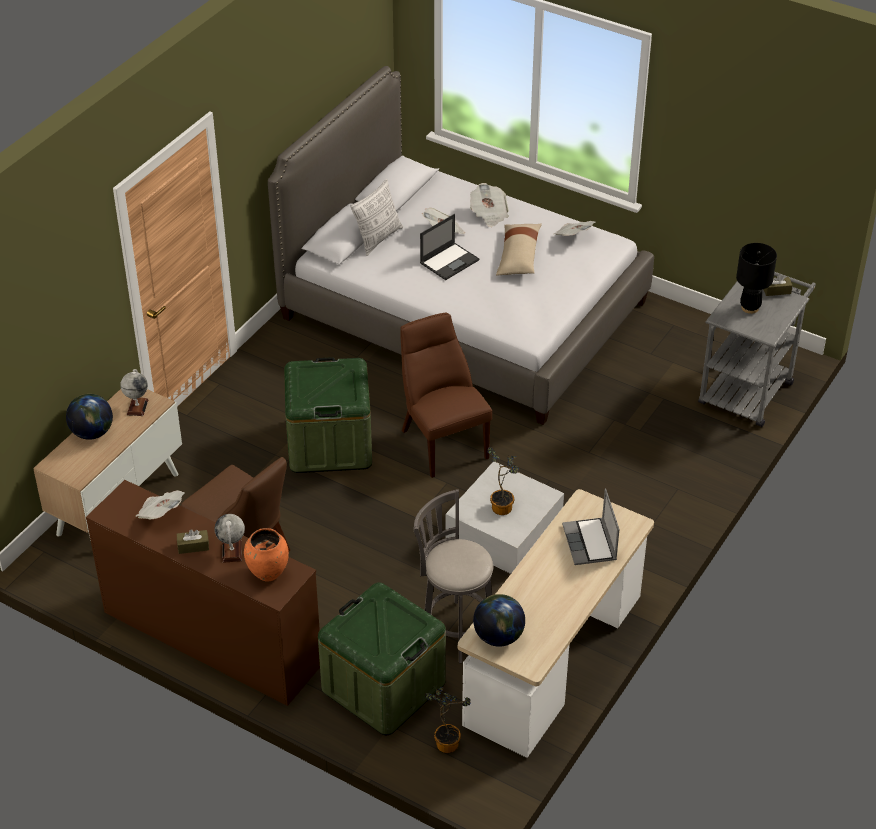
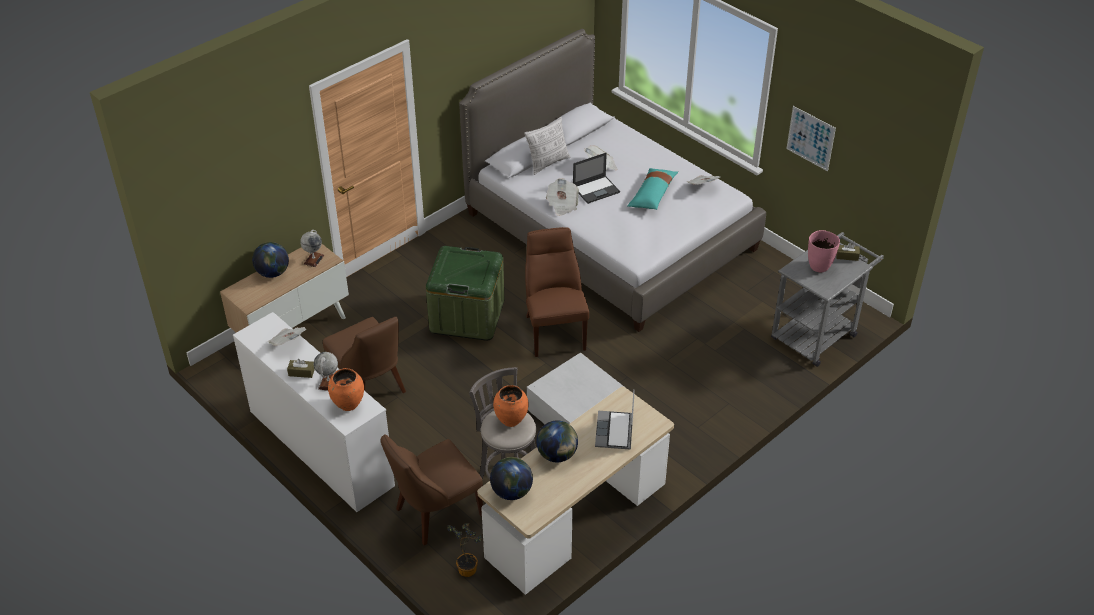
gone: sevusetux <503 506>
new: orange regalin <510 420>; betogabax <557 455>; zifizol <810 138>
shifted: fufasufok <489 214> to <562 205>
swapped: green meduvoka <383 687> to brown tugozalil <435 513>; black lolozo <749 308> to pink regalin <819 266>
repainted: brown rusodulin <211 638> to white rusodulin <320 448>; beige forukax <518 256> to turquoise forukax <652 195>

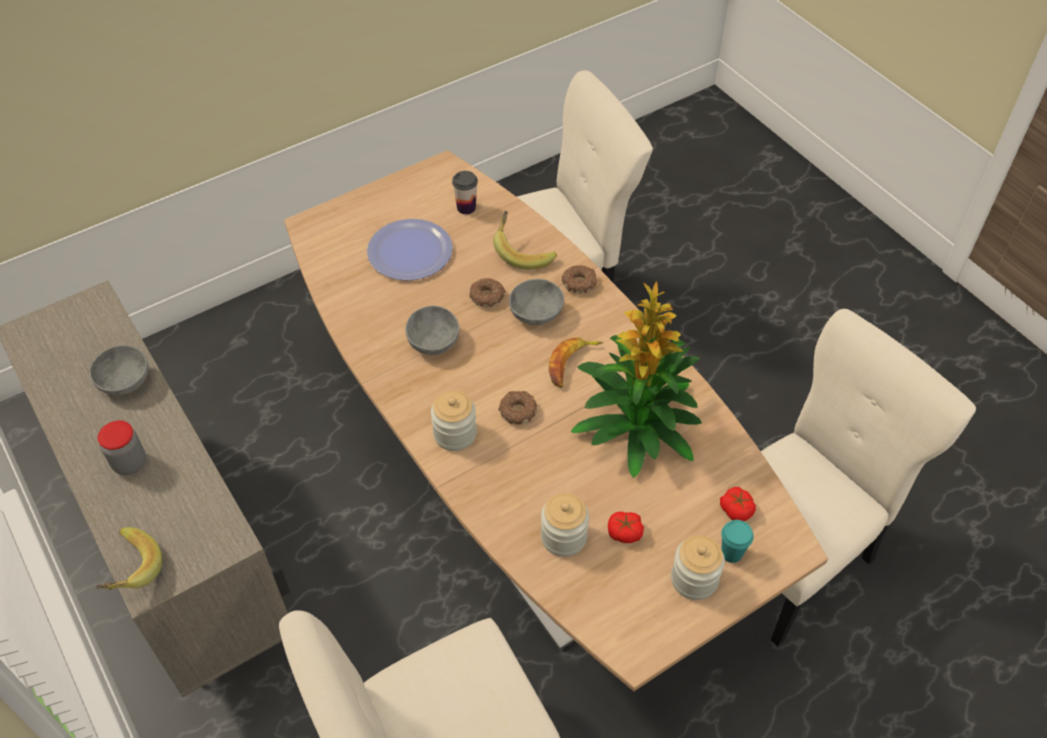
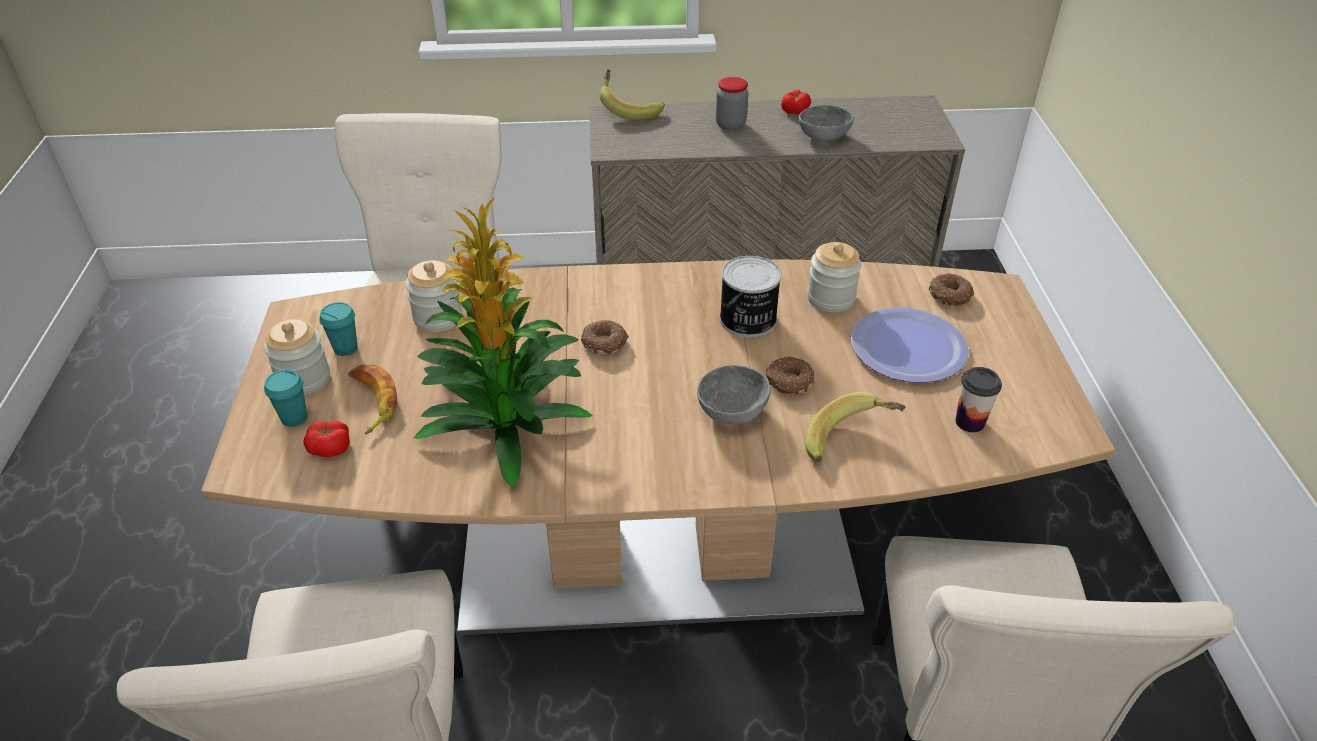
new: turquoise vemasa <345 348>
shifted: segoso <455 434> to <831 298>; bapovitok <572 364> to <371 402>; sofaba <580 283> to <949 296>; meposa <625 532> to <795 110>
swapped: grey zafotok <434 341> to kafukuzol <748 320>

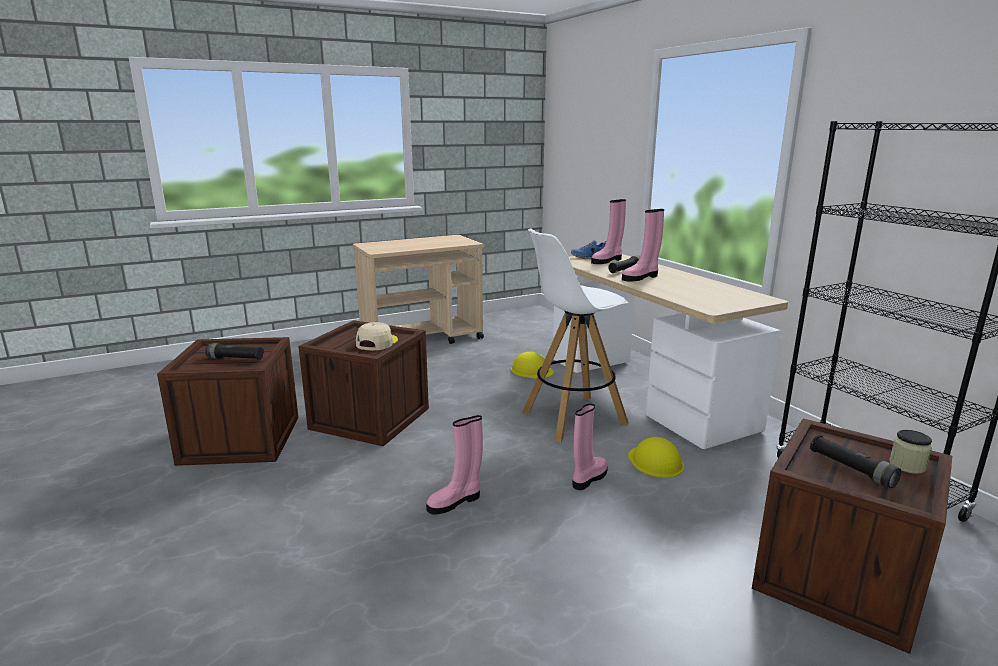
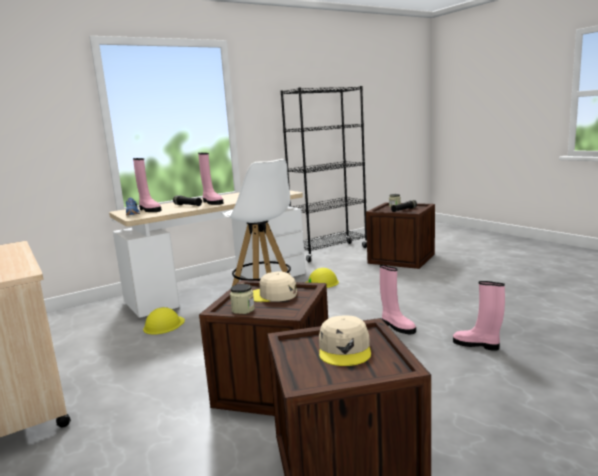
new: segoso <243 310>
shifted: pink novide <589 478> to <477 345>
swapped: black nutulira <235 359> to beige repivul <345 349>

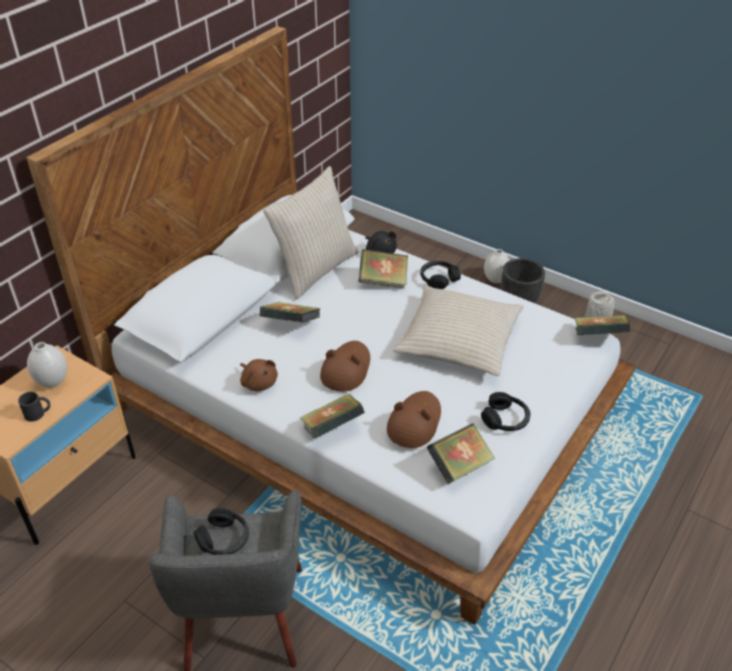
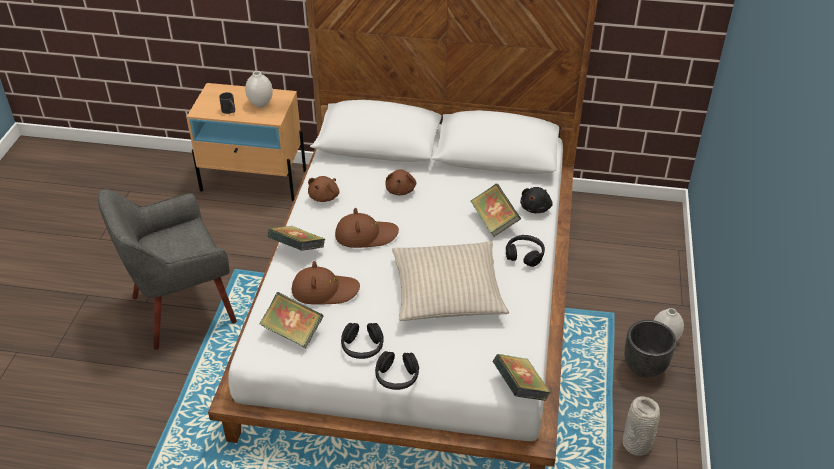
gone: beige forukax <315 269>
shifted: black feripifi <224 539> to <397 377>
swapped: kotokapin <291 325> to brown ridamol <401 190>

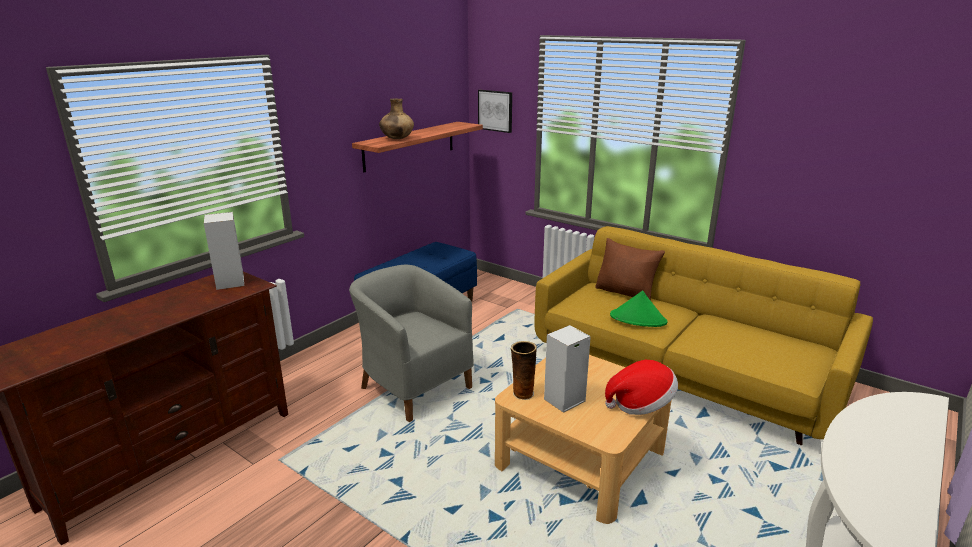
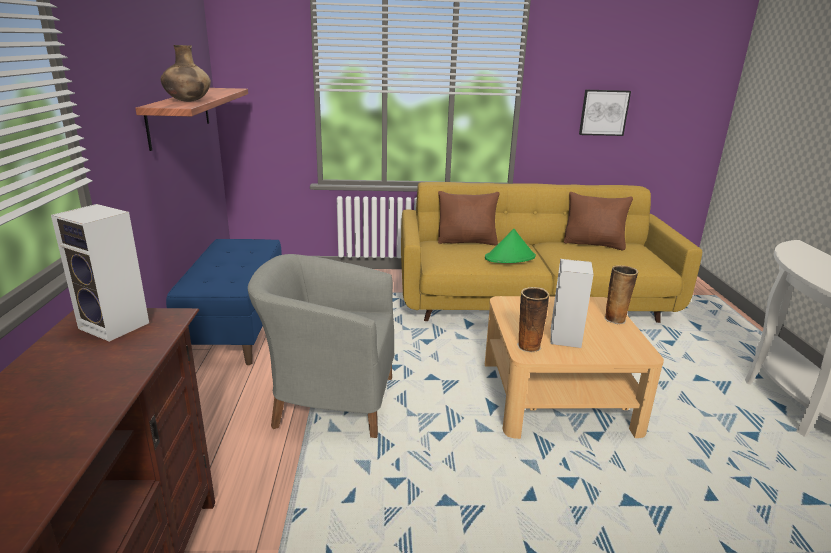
new: brown forukax <594 244>
shifted: zifizol <495 110> to <603 112>
swapped: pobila <641 404> to regalin <615 319>

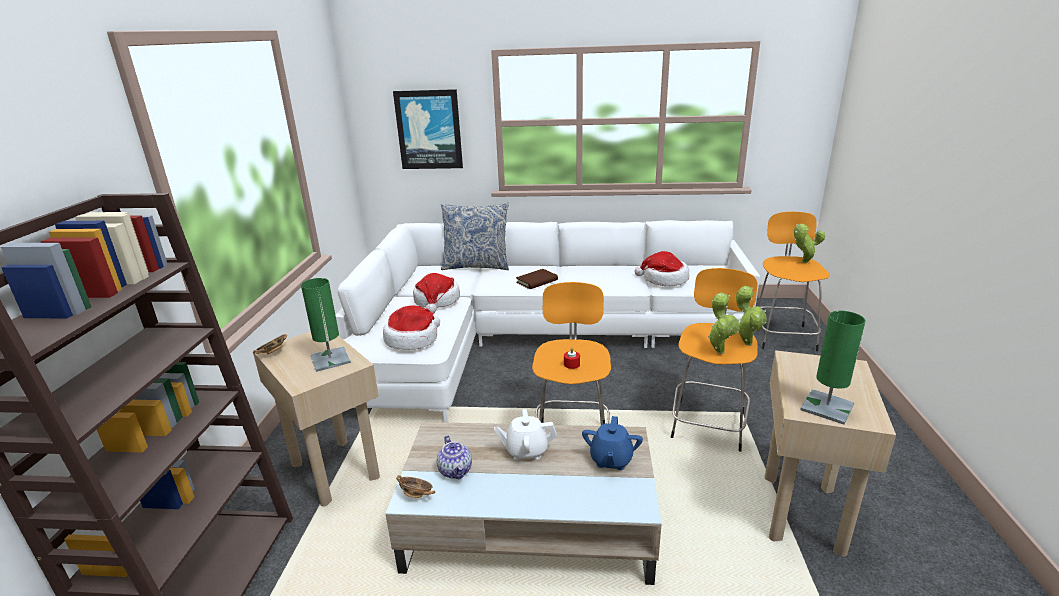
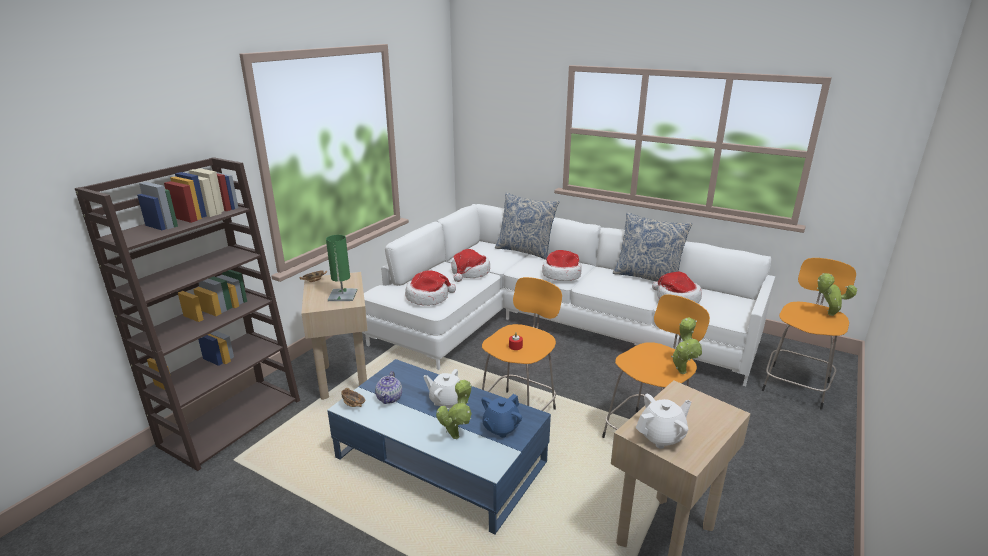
gone: zifizol <429 130>
new: forukax <647 277>
shifted: sevusetux <719 350> to <457 434>
swapped: brown kotokapin <537 281> to pobila <561 274>; green lolozo <827 407> to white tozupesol <661 436>
repainted: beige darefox <529 524> to blue darefox <440 460>

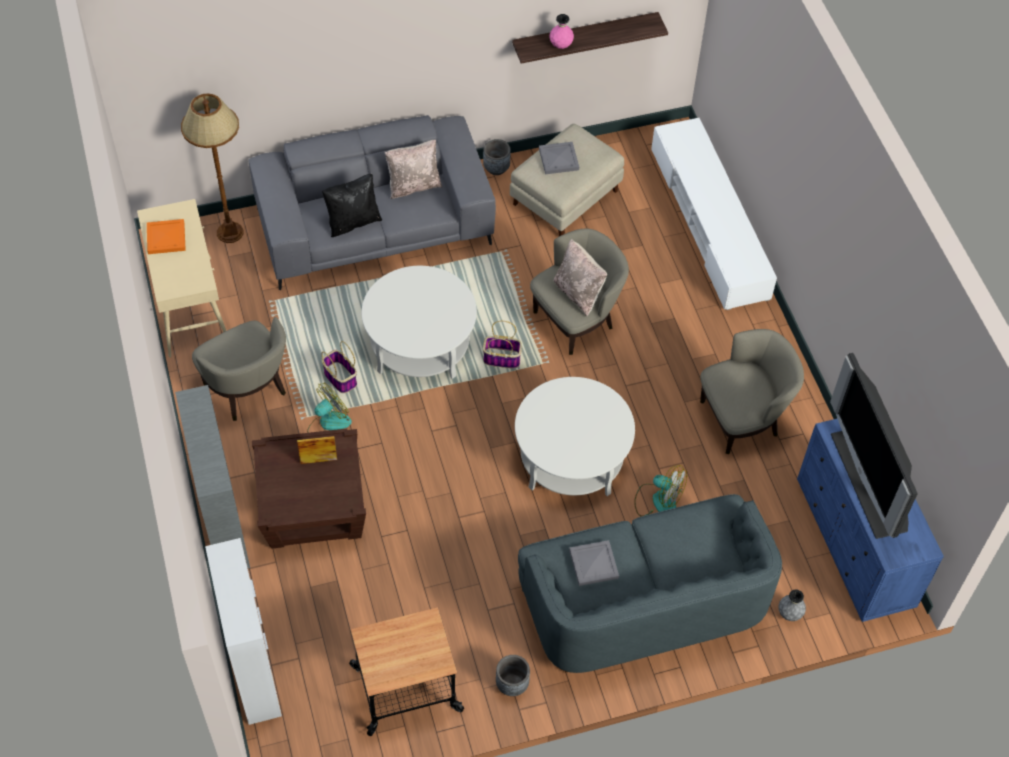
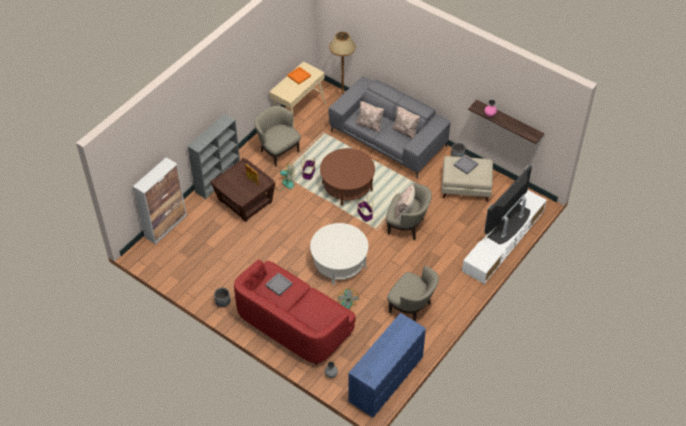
gone: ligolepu <406 689>
shifted: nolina <871 481> to <510 224>
repainted: black forukax <353 221> to beige forukax <369 125>; white darefox <420 344> to brown darefox <347 186>; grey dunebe <643 603> to red dunebe <293 323>
rotated: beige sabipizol <247 390> = <278 151> 120 degrees clockwise

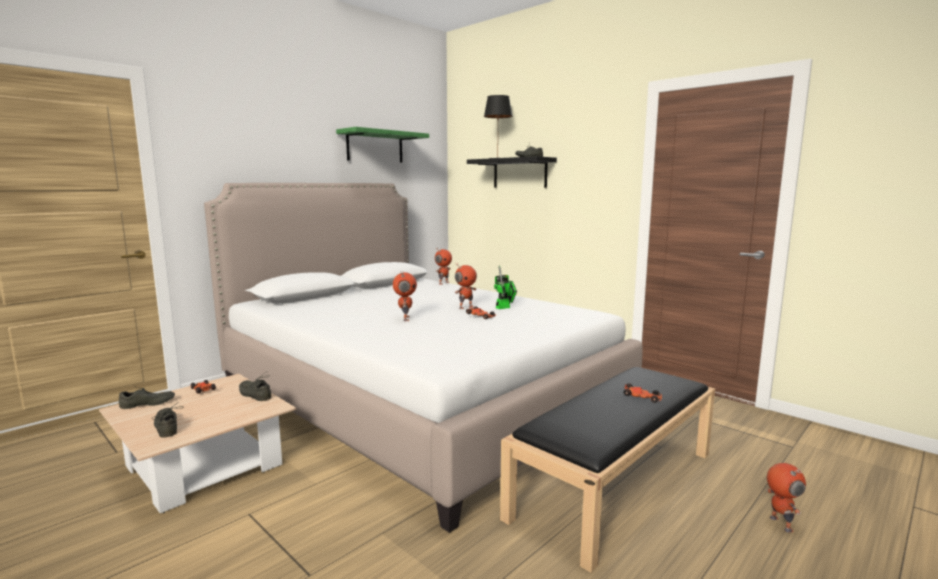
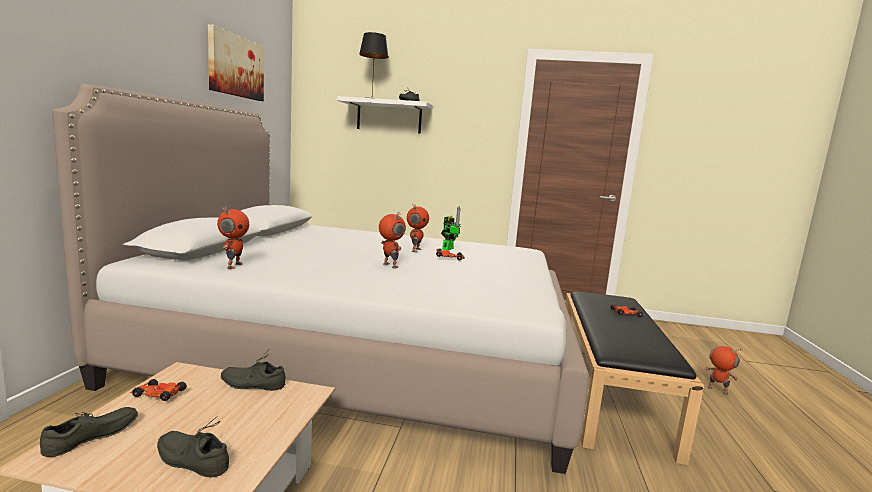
shifted: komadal <443 283> to <233 266>
swapped: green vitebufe <375 147> to zifizol <236 66>
repainted: black vitebufe <519 173> to white vitebufe <389 117>

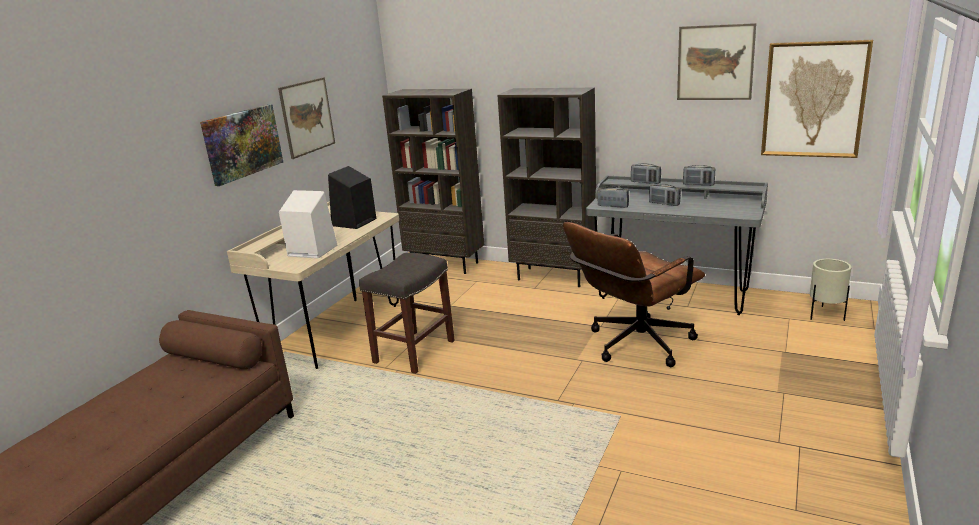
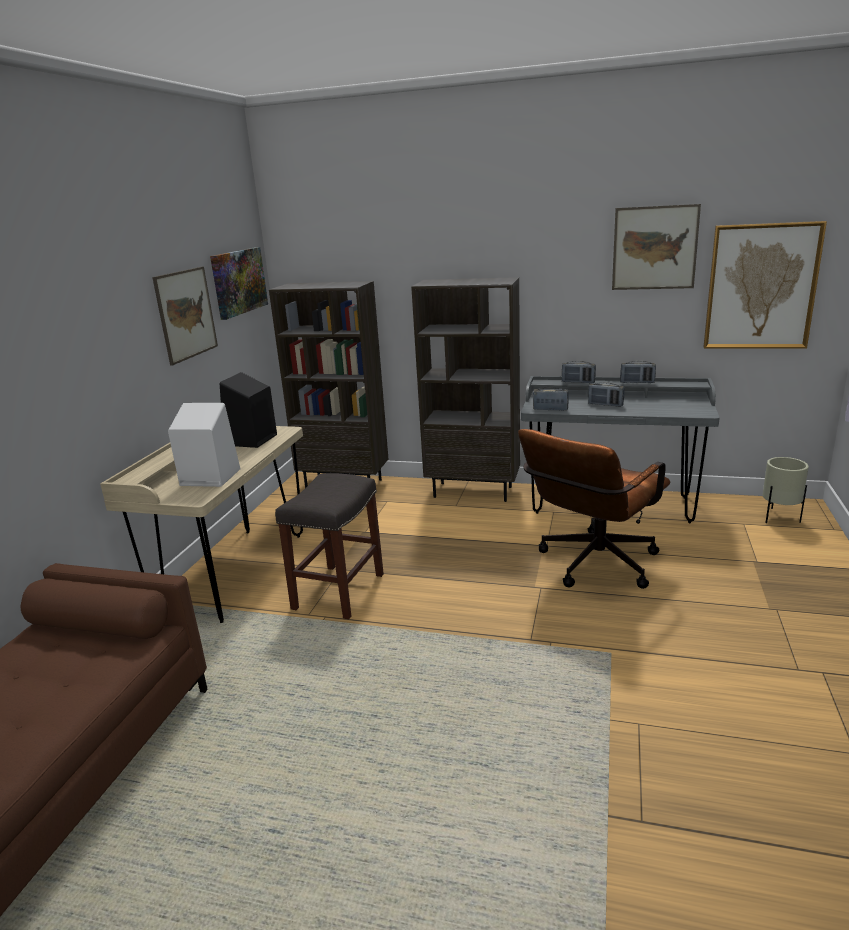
shifted: zifizol <242 143> to <238 282>

